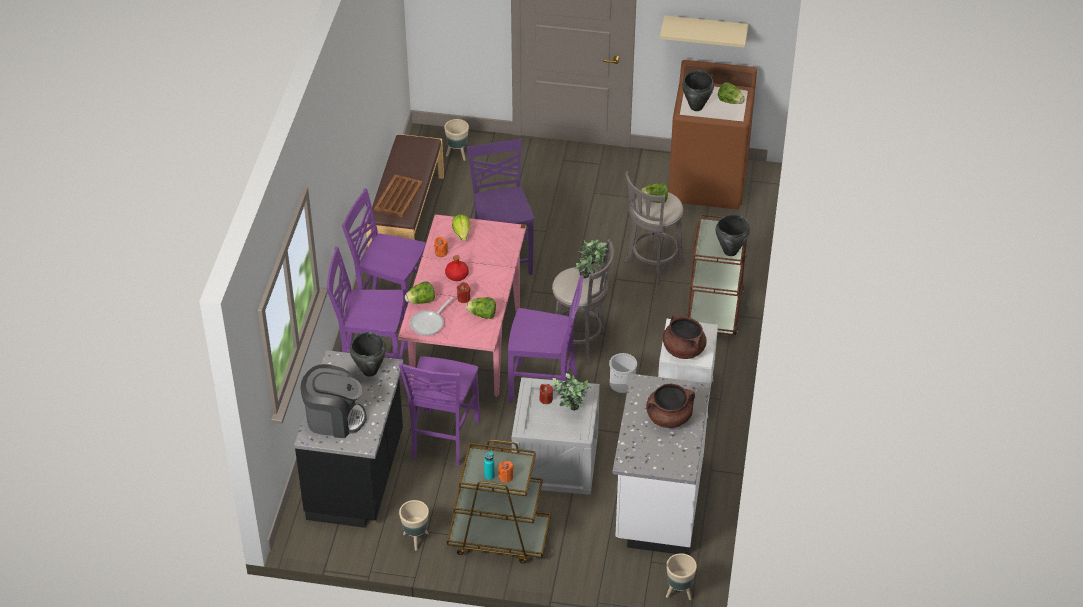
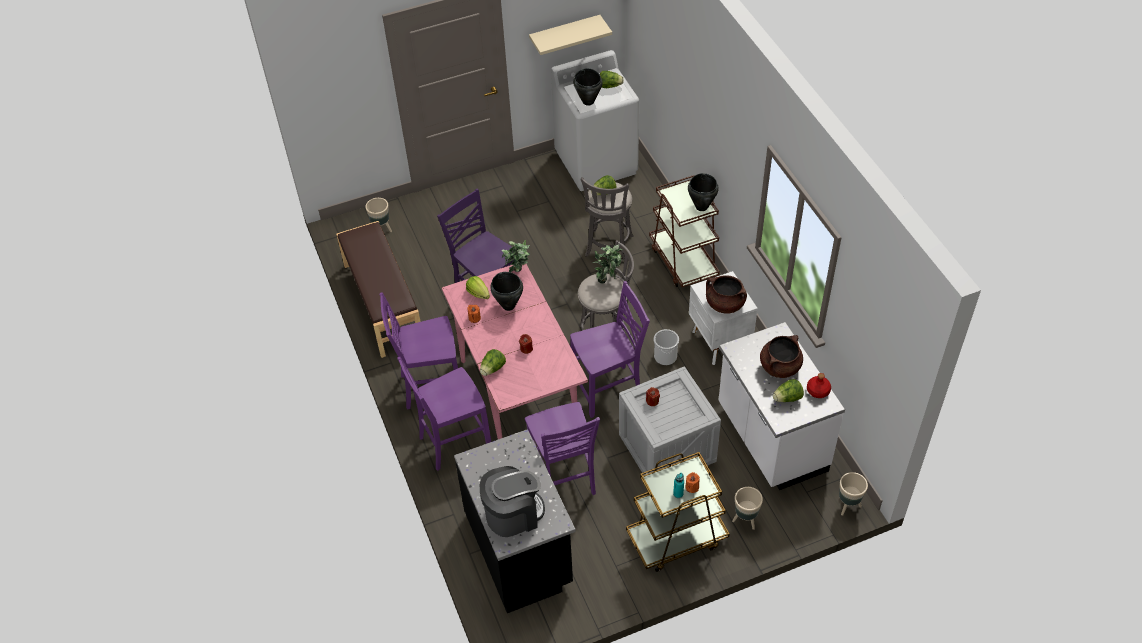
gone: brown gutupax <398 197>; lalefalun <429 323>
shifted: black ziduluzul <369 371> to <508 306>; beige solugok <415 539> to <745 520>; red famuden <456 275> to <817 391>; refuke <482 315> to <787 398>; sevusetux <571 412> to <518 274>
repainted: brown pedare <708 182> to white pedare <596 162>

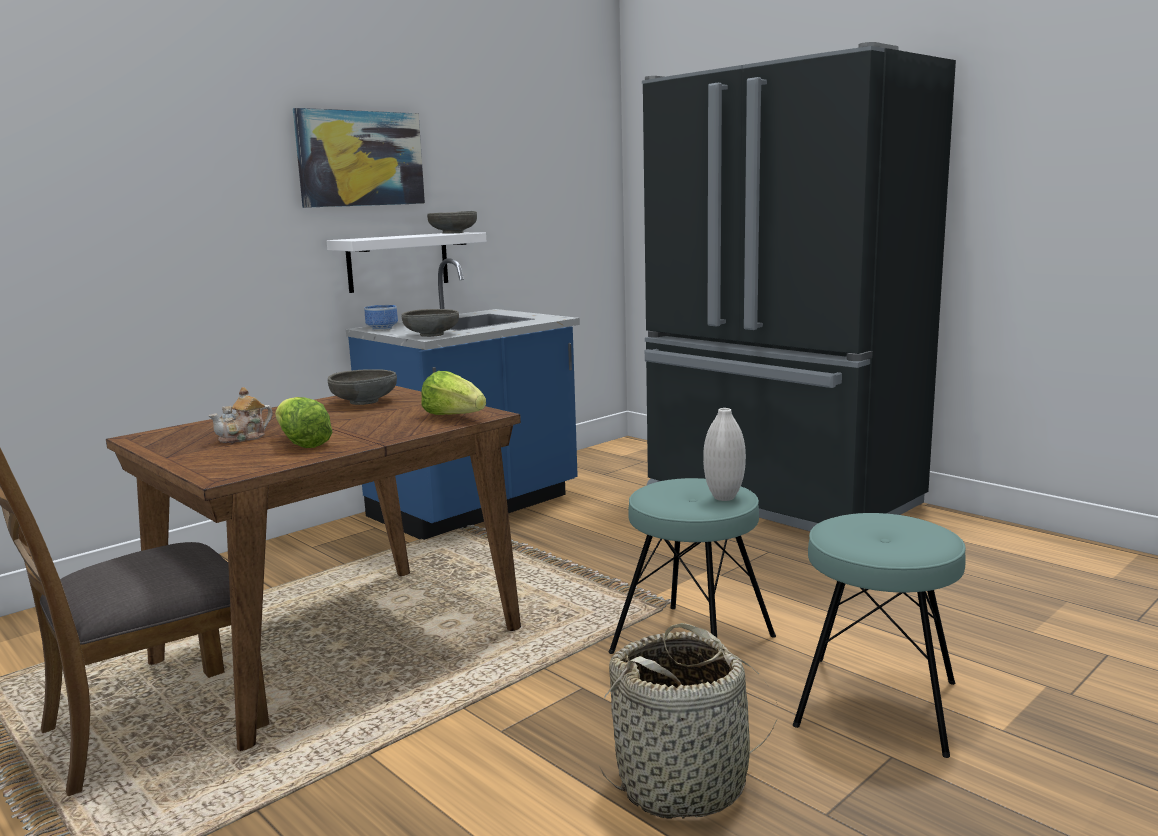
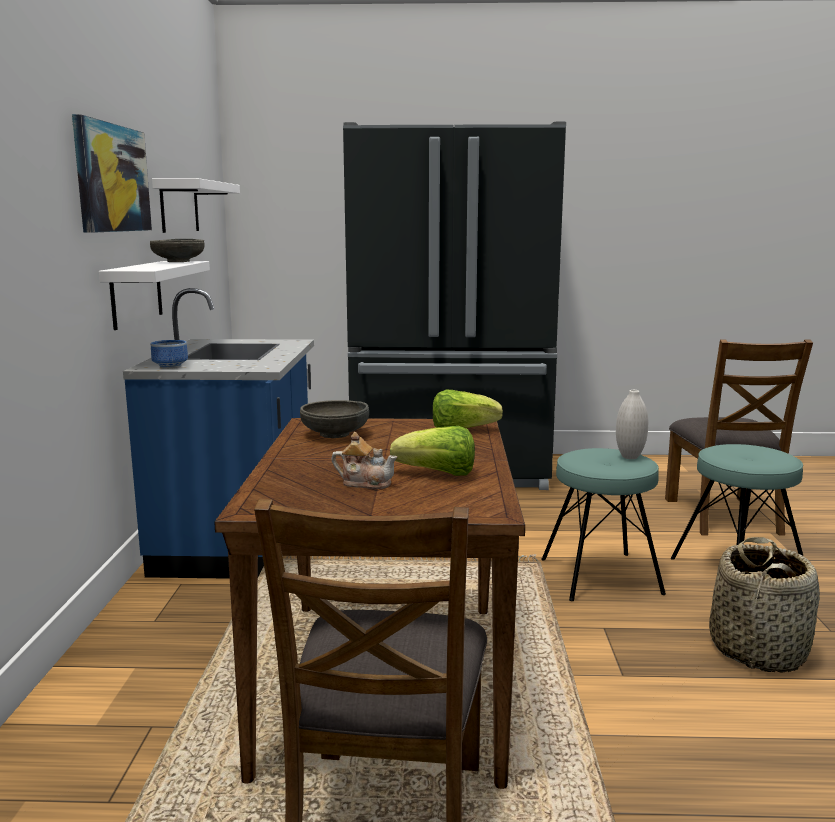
gone: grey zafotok <431 335>
new: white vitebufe <179 207>; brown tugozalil <724 516>
rotated: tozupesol <244 437> = <365 483> 75 degrees counterclockwise

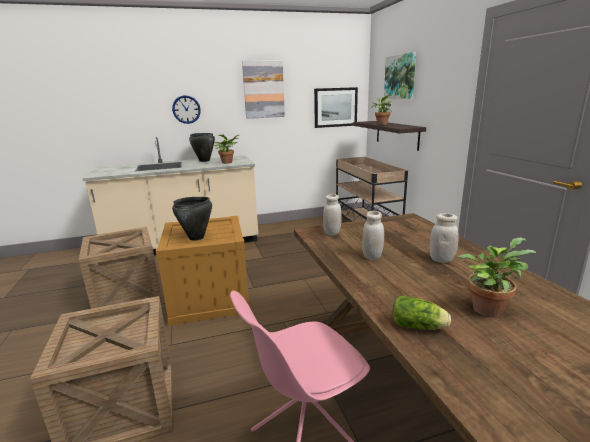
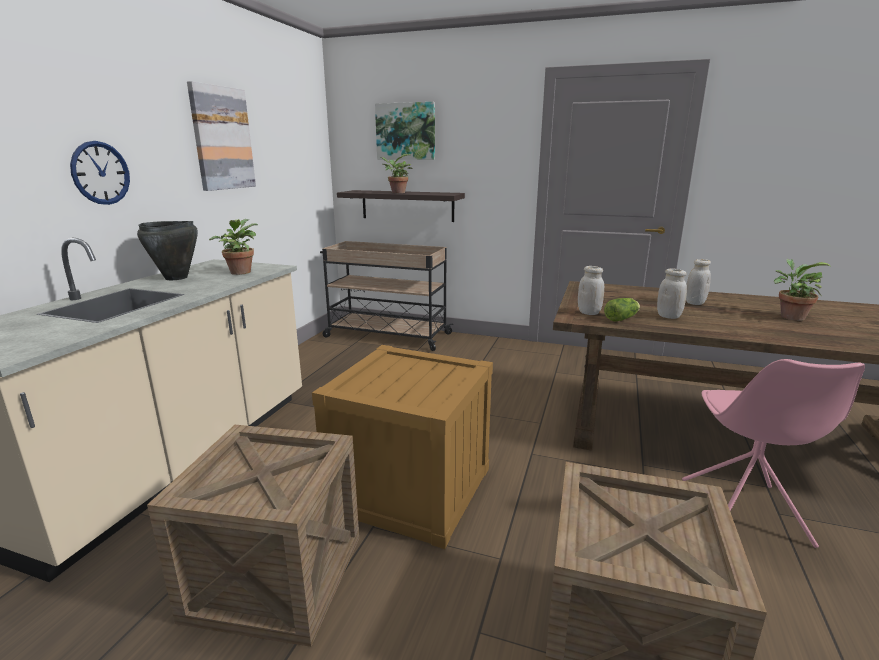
gone: black ziduluzul <196 237>; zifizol <335 107>
shifted: refuke <419 327> to <622 318>

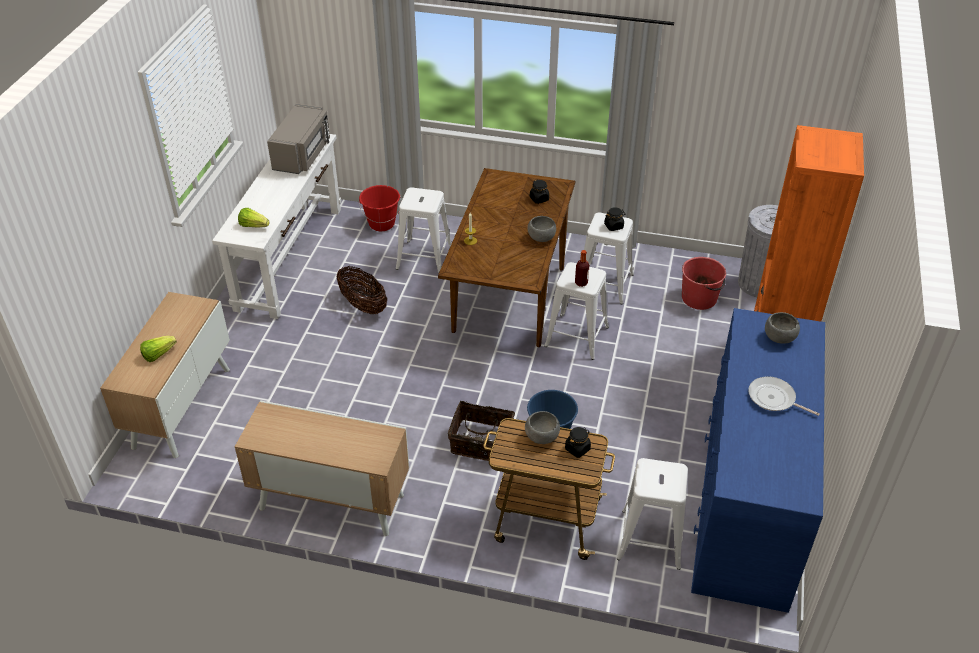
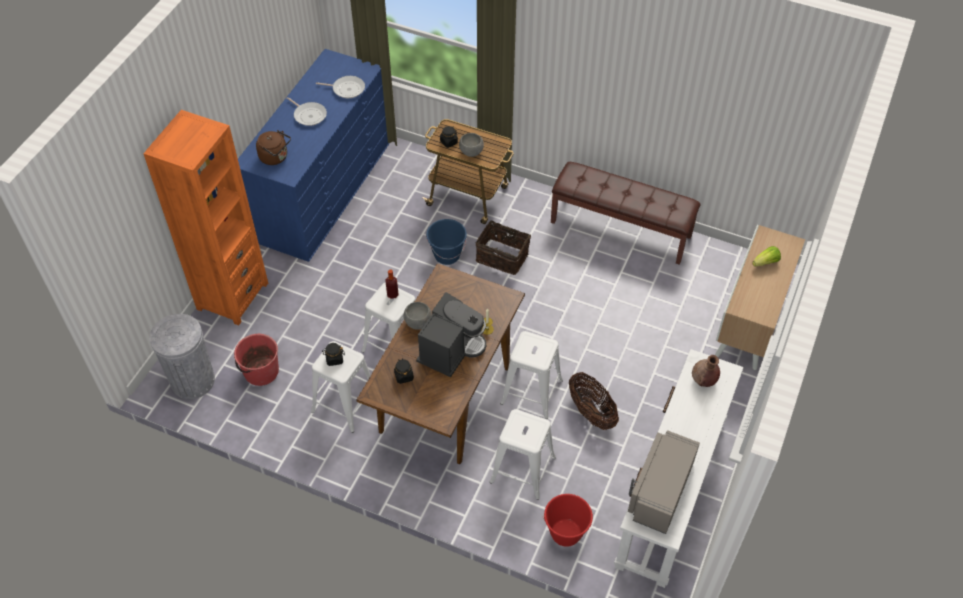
new: lalefalun <346 89>; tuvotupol <451 350>
shifted: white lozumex <650 538> to <531 392>
swapped: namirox <330 502> to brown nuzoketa <621 228>; refuke <253 226> to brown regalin <703 380>; grey zafotok <779 338> to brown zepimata <275 157>

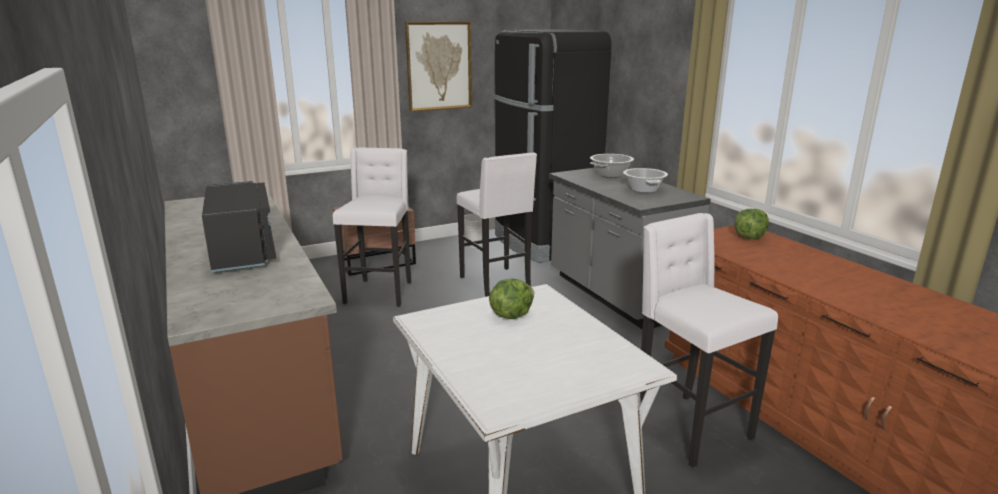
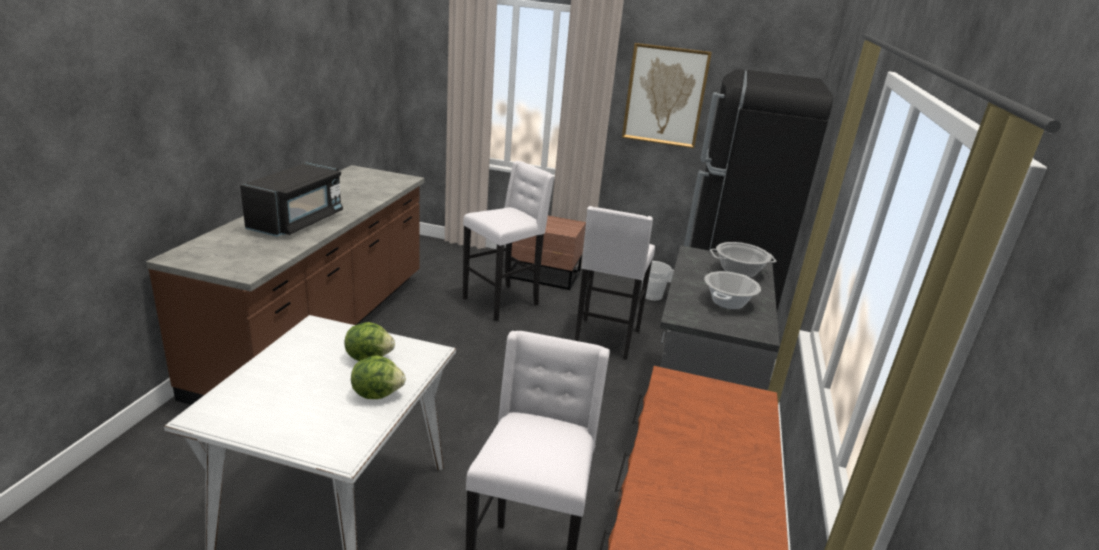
shifted: refuke <749 237> to <377 393>

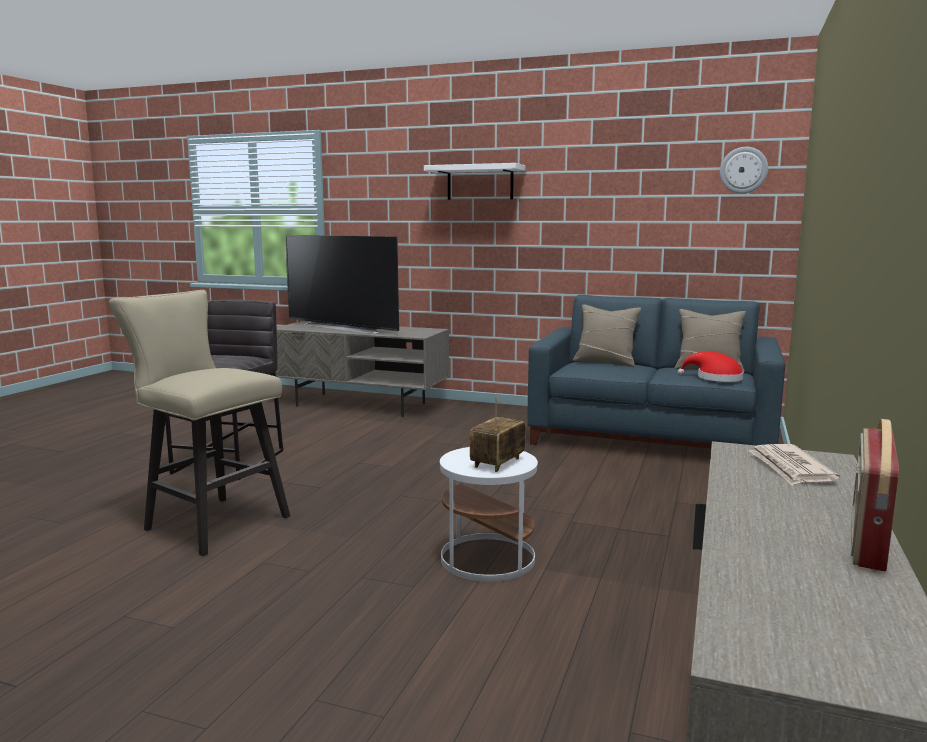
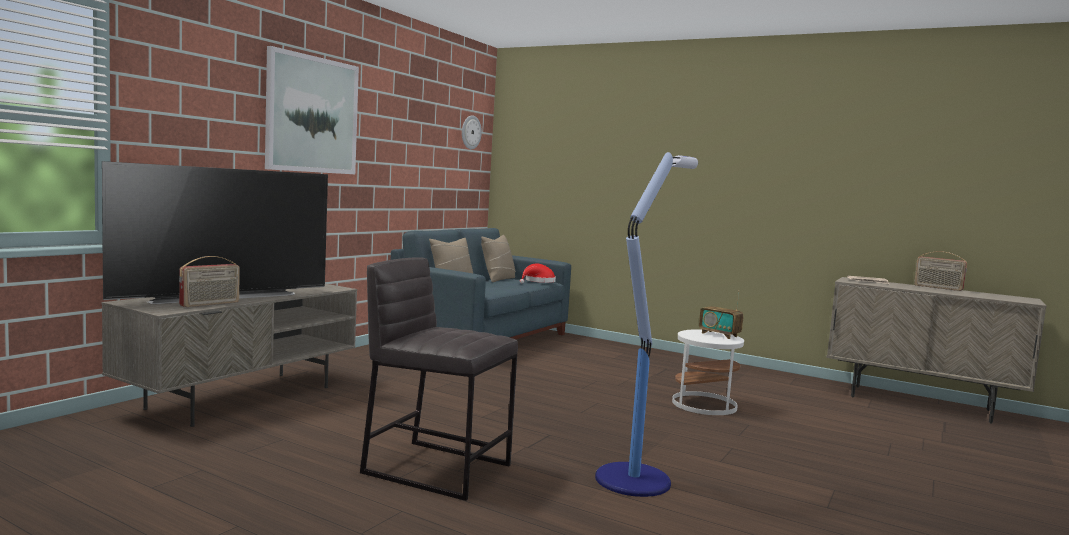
new: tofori <210 304>
swapped: beige lozumex <210 522> to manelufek <634 479>; white vitebufe <480 183> to zifizol <312 115>

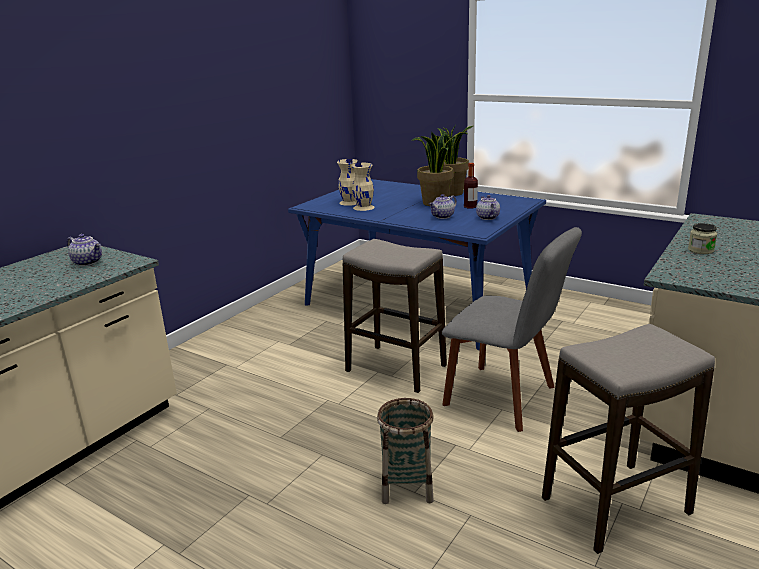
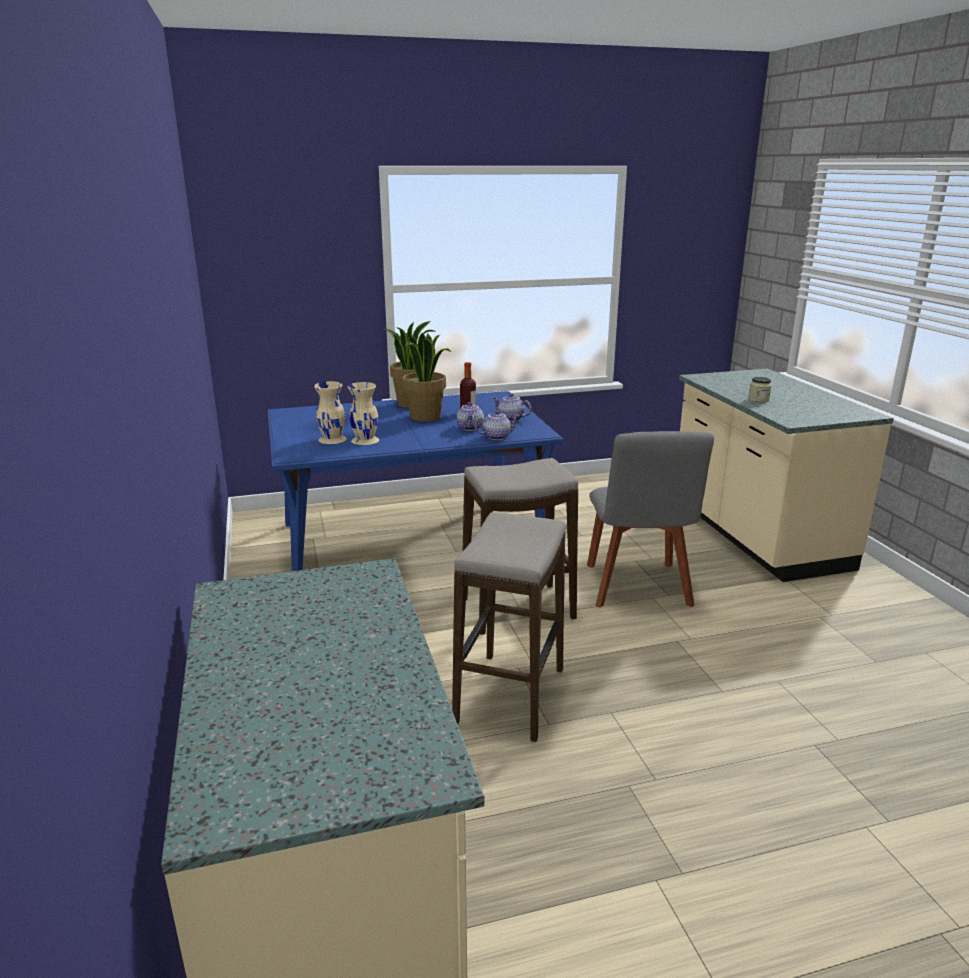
gone: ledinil <407 486>
shifted: tozupesol <88 262> to <496 437>; lozumex <614 506> to <509 696>
rotated: grey tugozalil <505 398> = <638 588> 105 degrees clockwise

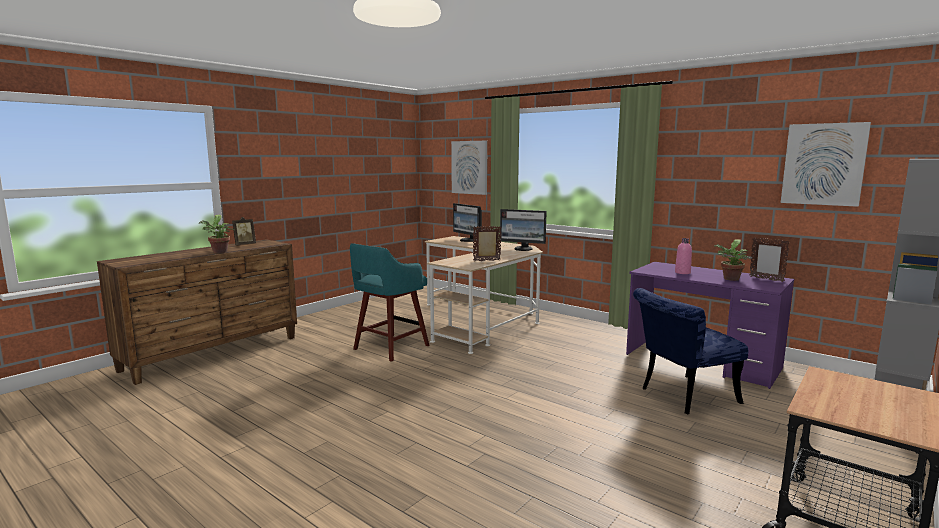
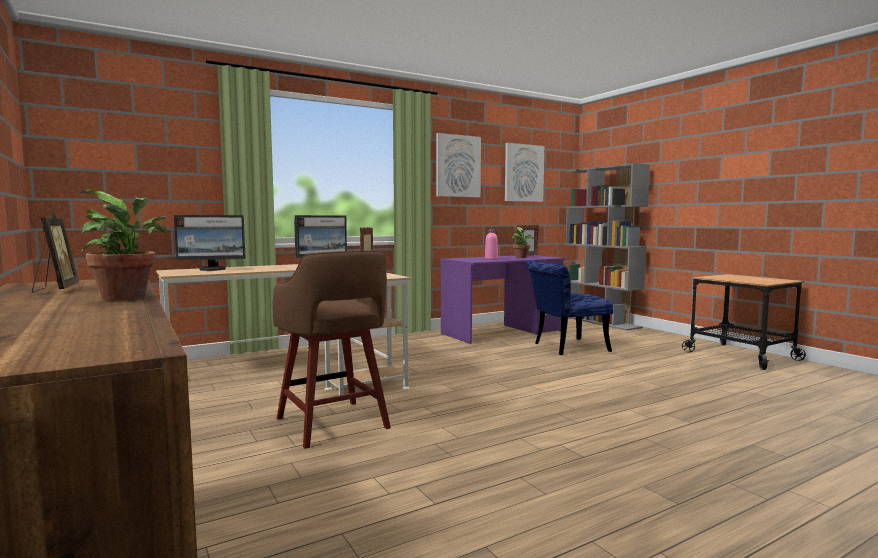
shifted: zifizol <469 167> to <458 166>
repainted: turquoise lozumex <389 348> to brown lozumex <333 424>
rotated: blue tugozalil <682 396> = <565 347> 75 degrees clockwise

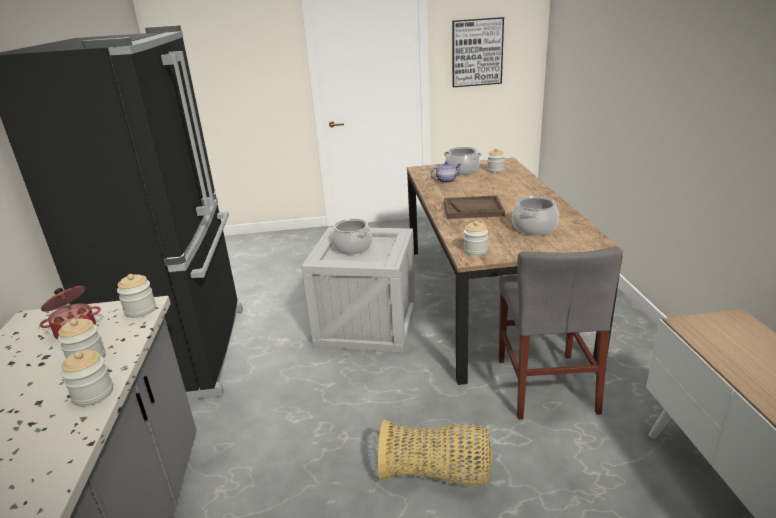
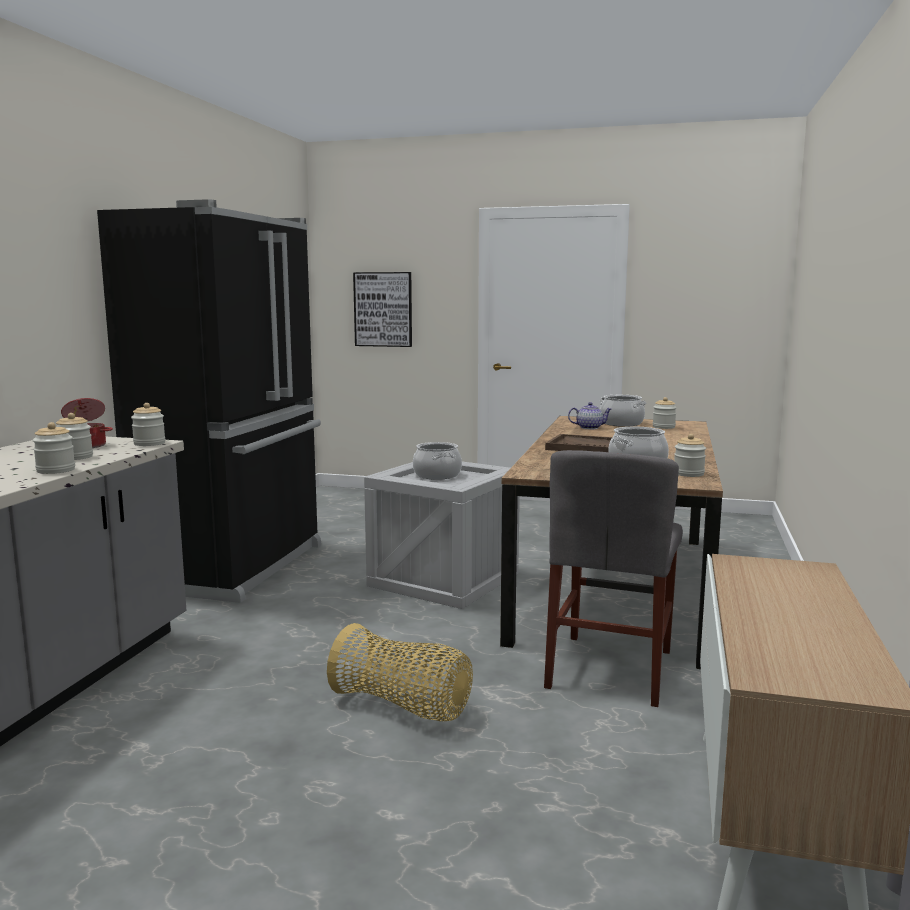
shifted: zifizol <477 52> to <383 309>; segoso <475 251> to <688 474>

